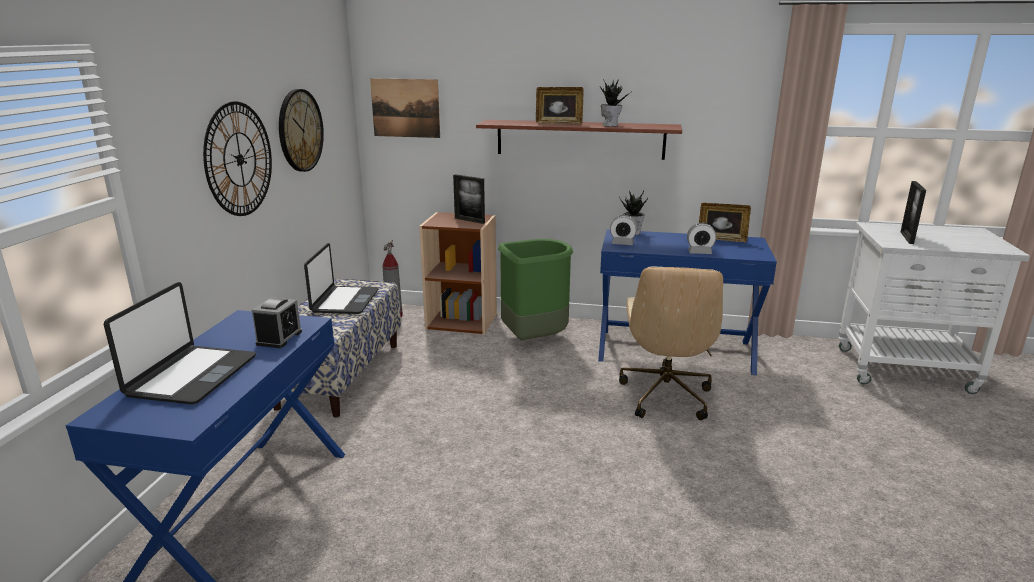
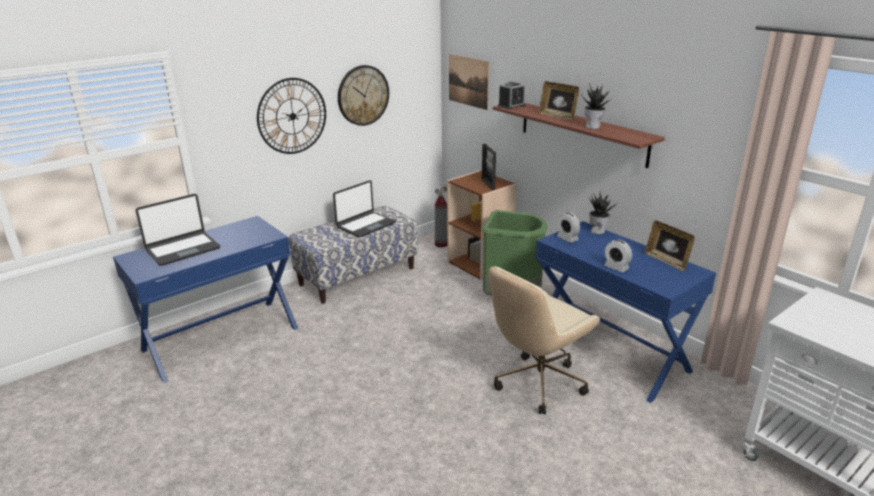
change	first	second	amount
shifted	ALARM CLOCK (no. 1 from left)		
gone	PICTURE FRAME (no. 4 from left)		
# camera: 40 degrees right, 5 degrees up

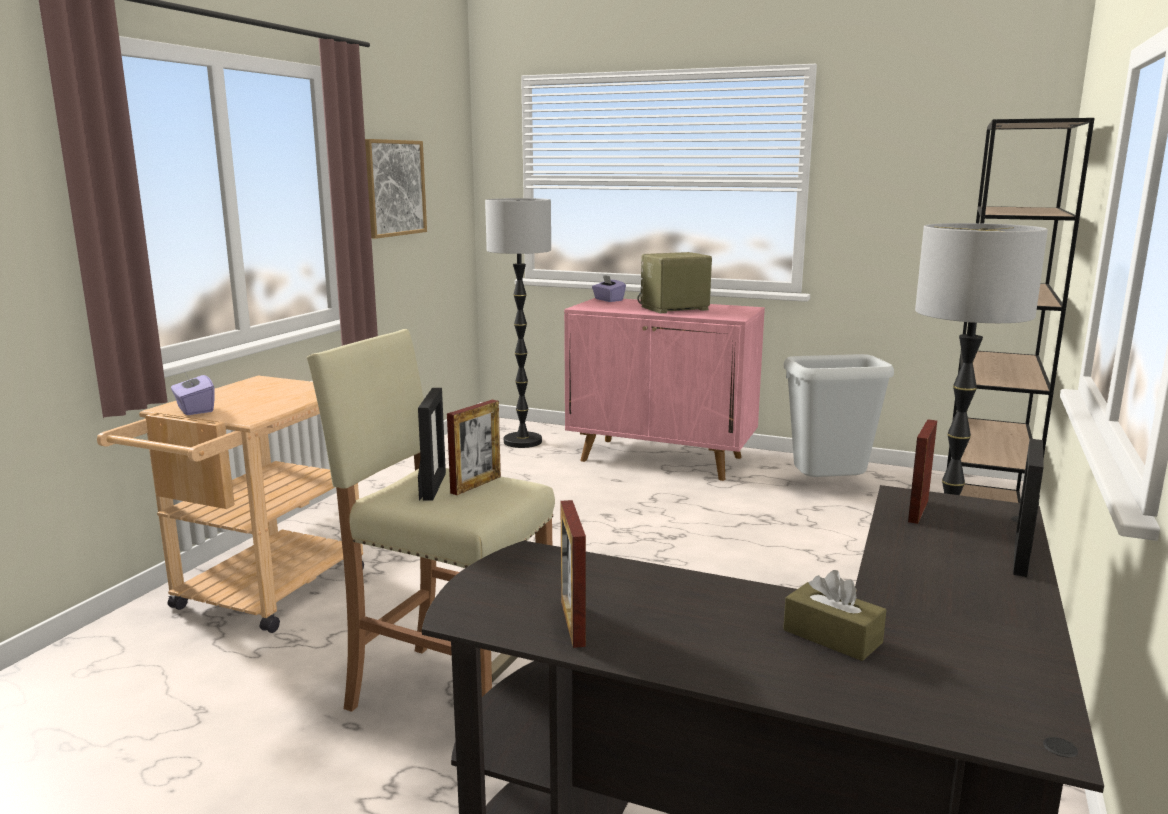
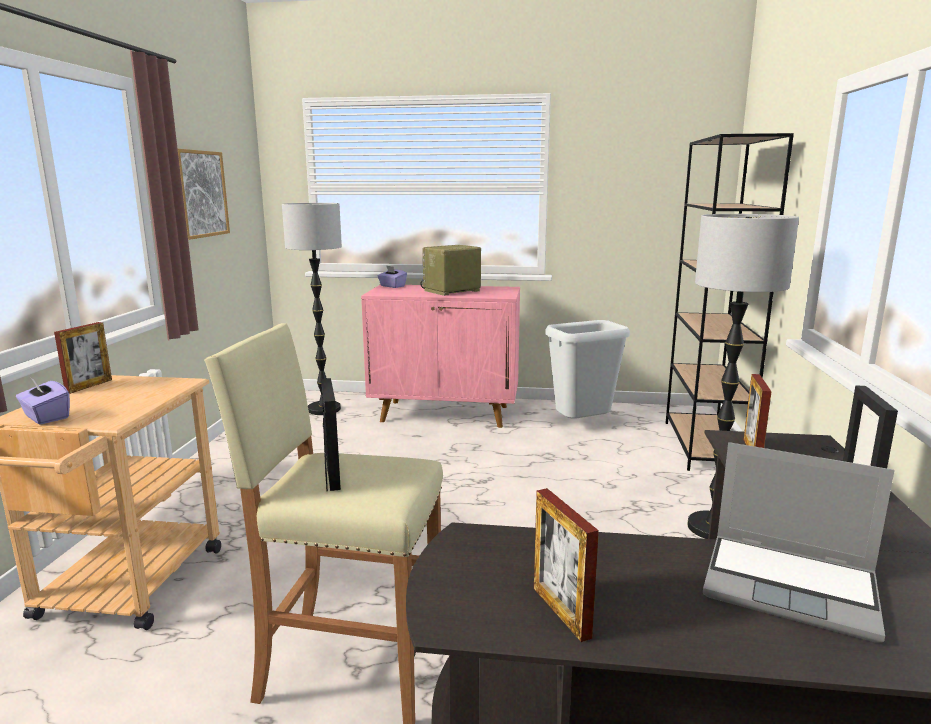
change	first	second	amount
shifted	PICTURE FRAME (no. 2 from left in the first image)	PICTURE FRAME (no. 1 from left)	
swapped	BROWN TISSUE BOX	LAPTOP	
# camera: 15 degrees left, 0 degrees up

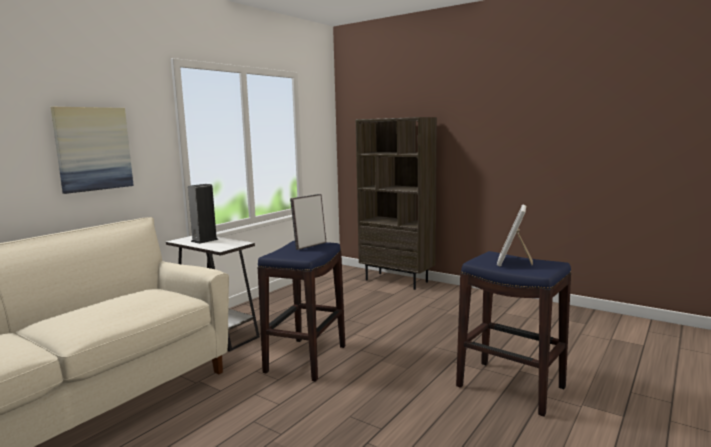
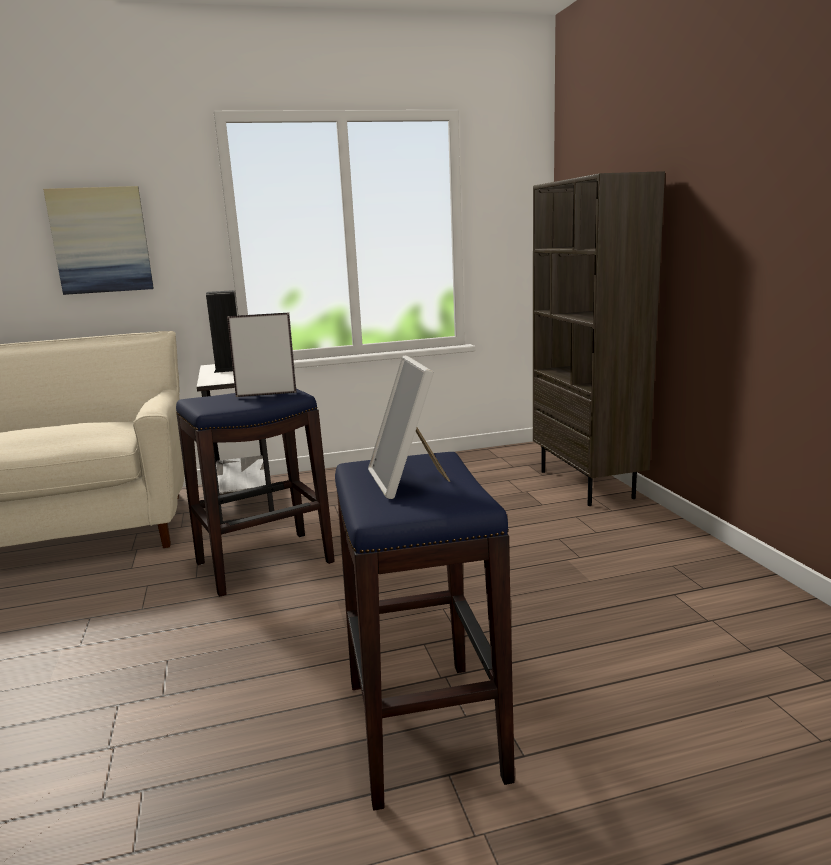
change	first	second	amount
rotated	PICTURE FRAME (no. 2 from left)		75 degrees counterclockwise
# camera: 40 degrees right, 5 degrees up

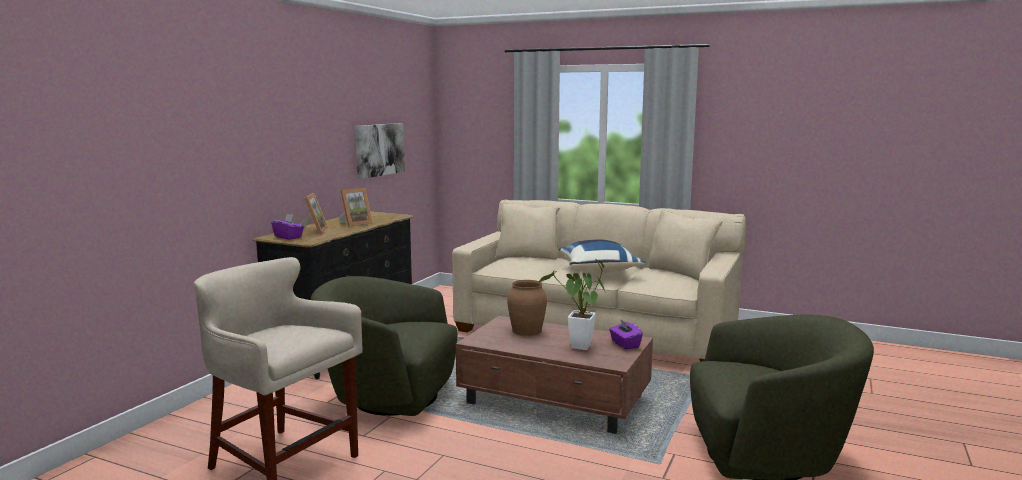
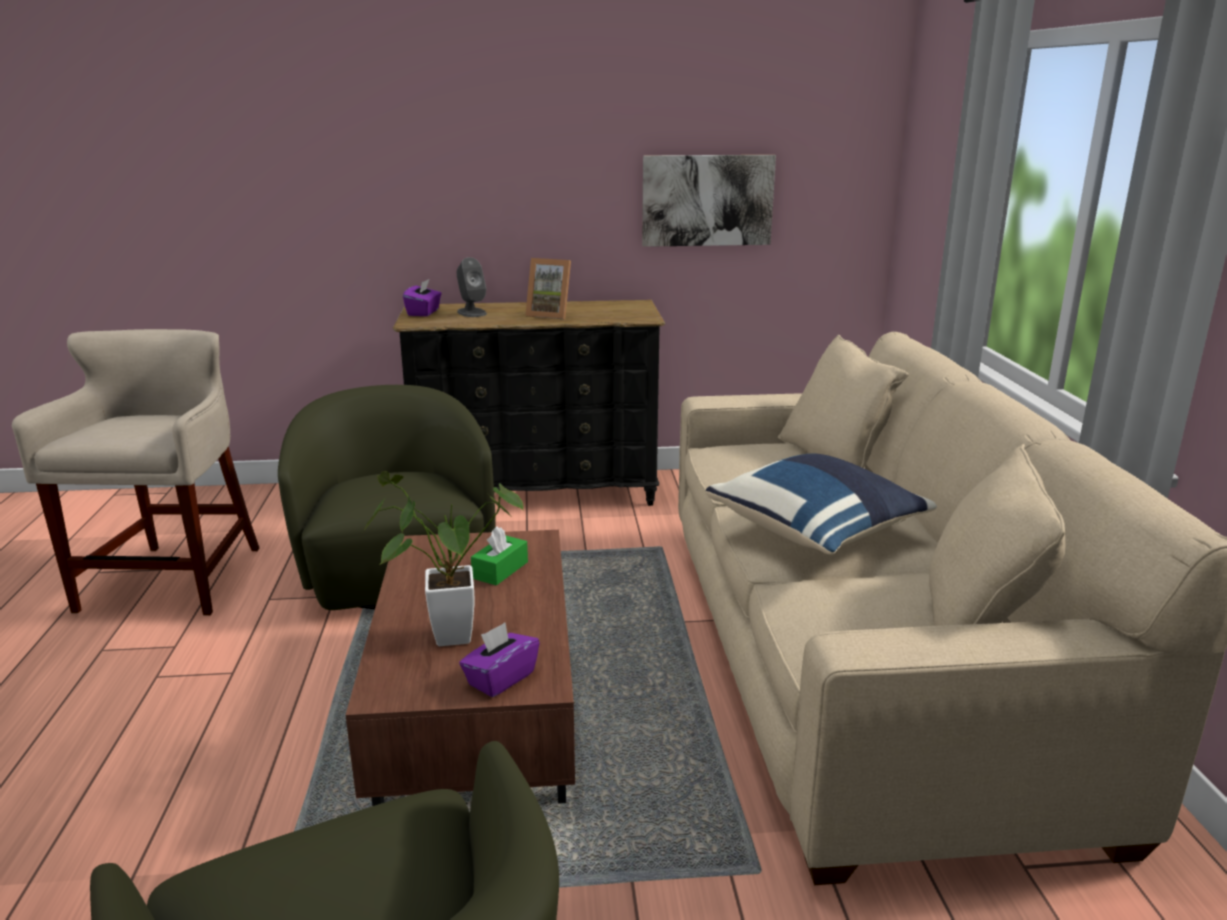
change	first	second	amount
swapped	PICTURE FRAME (no. 1 from left)	GREY SPEAKER	
swapped	BROWN VASE	GREEN TISSUE BOX	
# camera: 60 degrees right, 10 degrees up

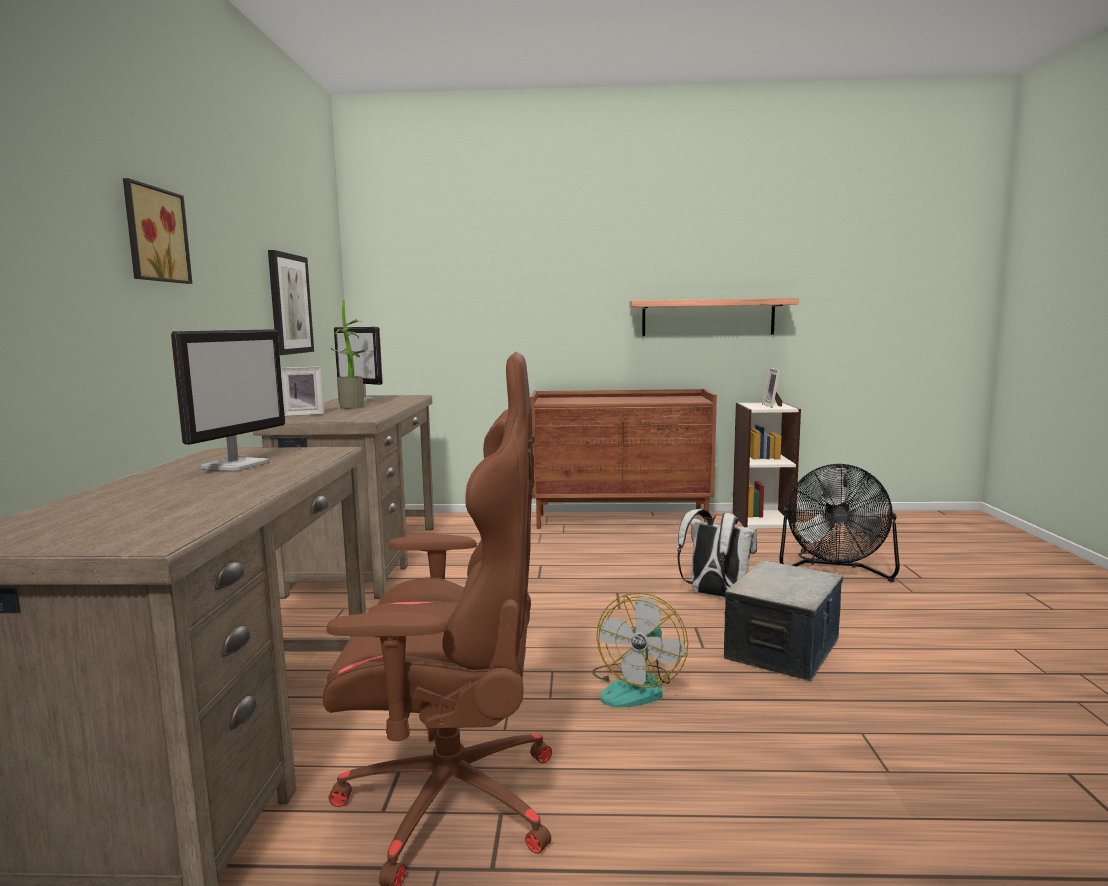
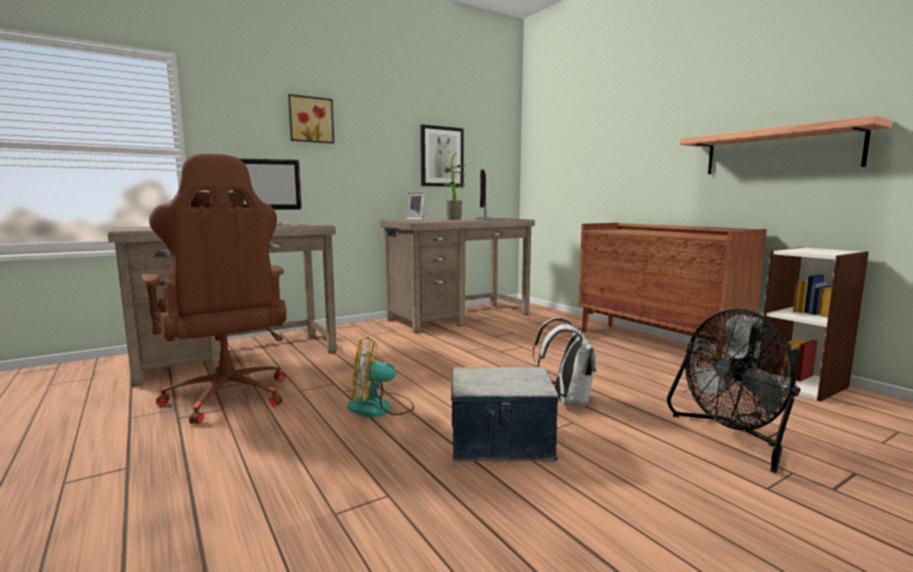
change	first	second	amount
gone	PICTURE FRAME (no. 2 from left)		
# camera: 55 degrees right, 0 degrees up

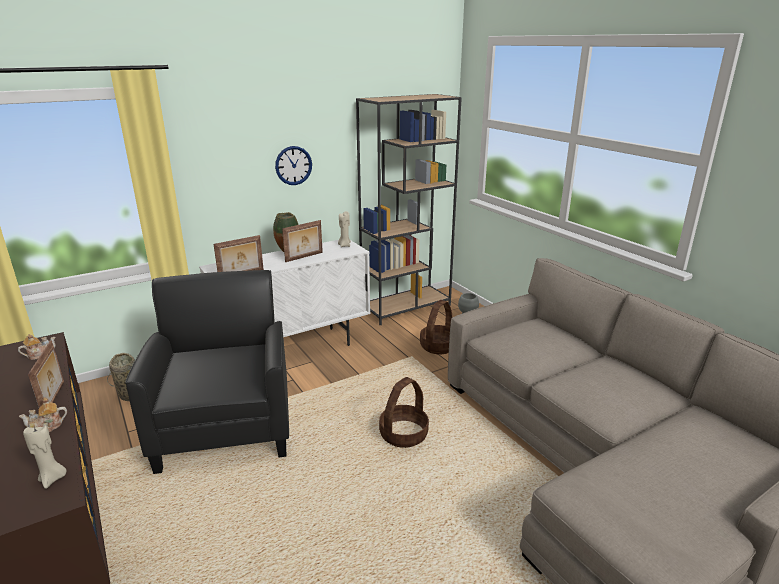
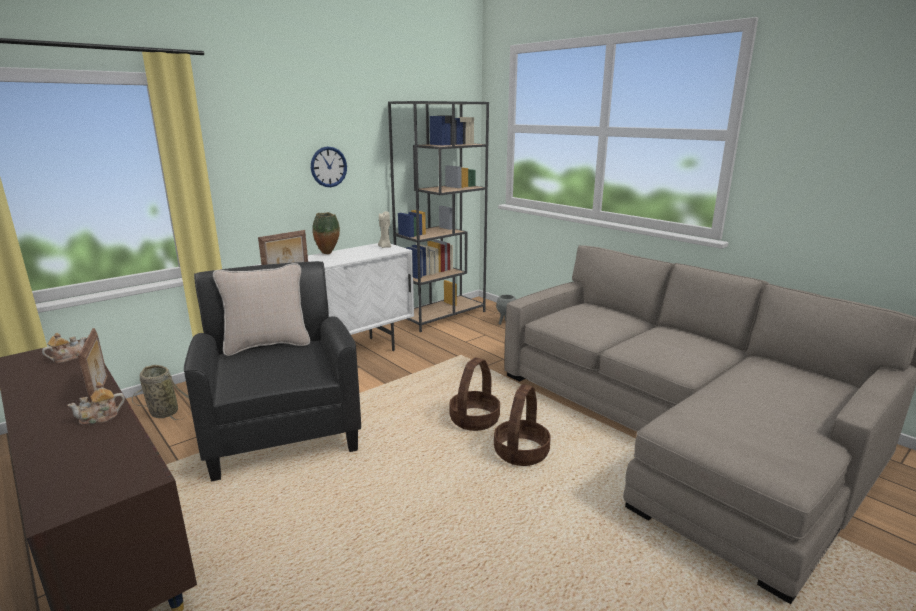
change	first	second	amount
new		BEIGE PILLOW	
shifted	BASKET (no. 3 from left)		
gone	BEIGE CANDLE (no. 1 from left)		
gone	PICTURE FRAME (no. 3 from left)		
# camera: 10 degrees left, 5 degrees down

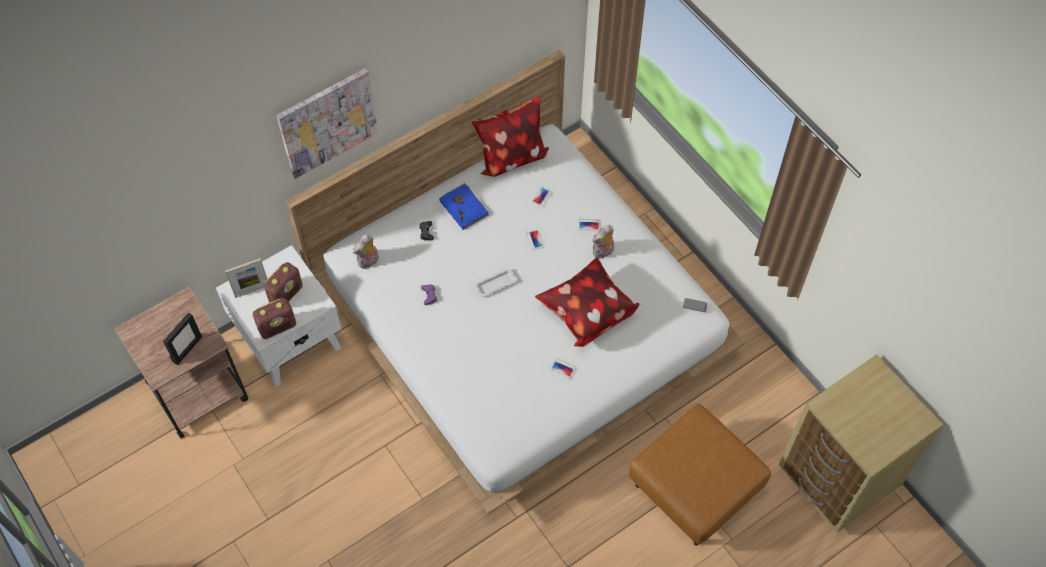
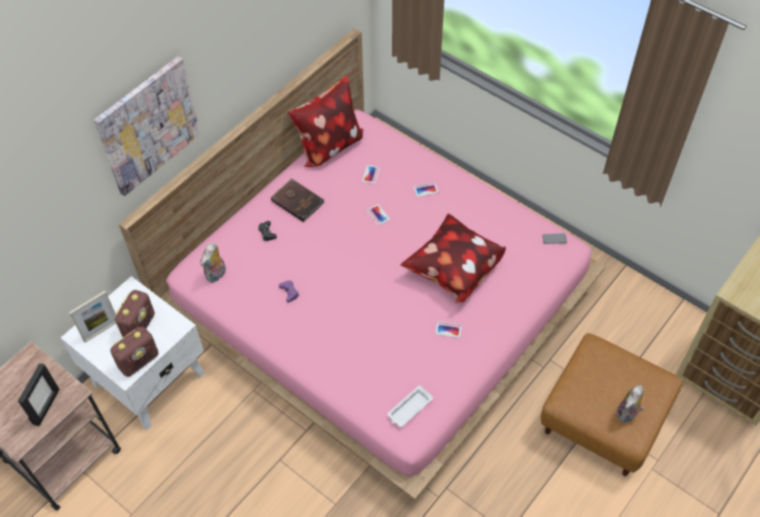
change	first	second	amount
repainted	WHITE BED	PINK BED	
repainted	BLUE BOOK	BROWN BOOK	
shifted	WHITE TRAY		
shifted	PLUSH TOY (no. 2 from left)		
# camera: 15 degrees left, 5 degrees down

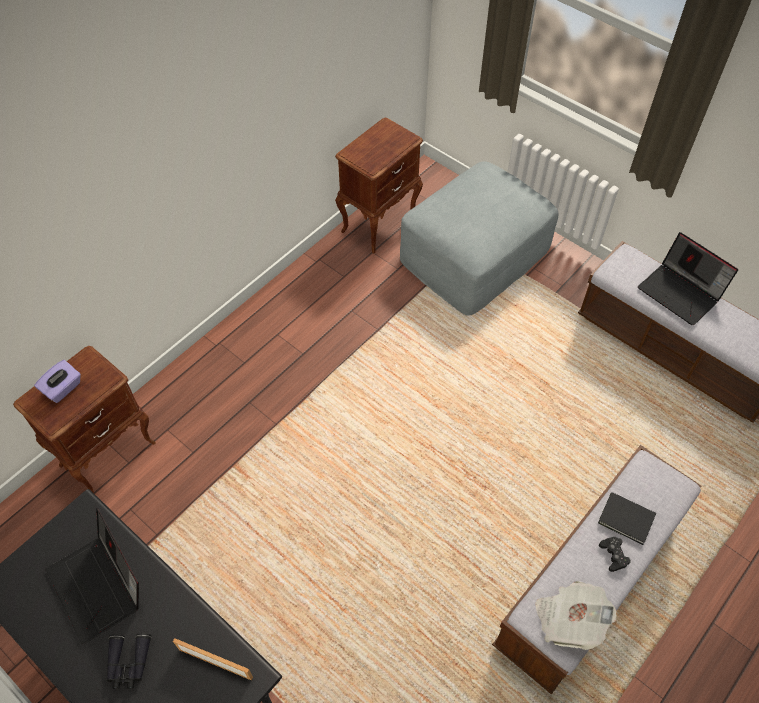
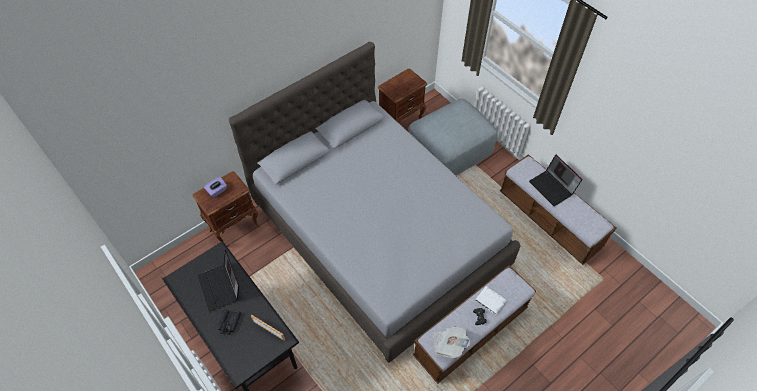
change	first	second	amount
new		GREY BED	
repainted	BLACK BOOK	WHITE BOOK	
# camera: 10 degrees right, 0 degrees up

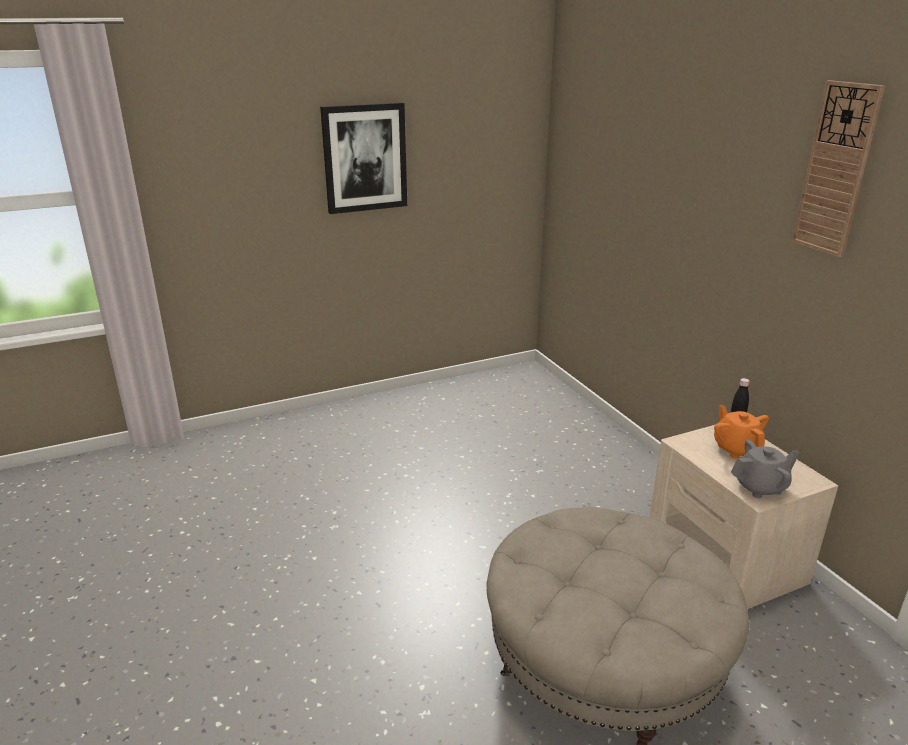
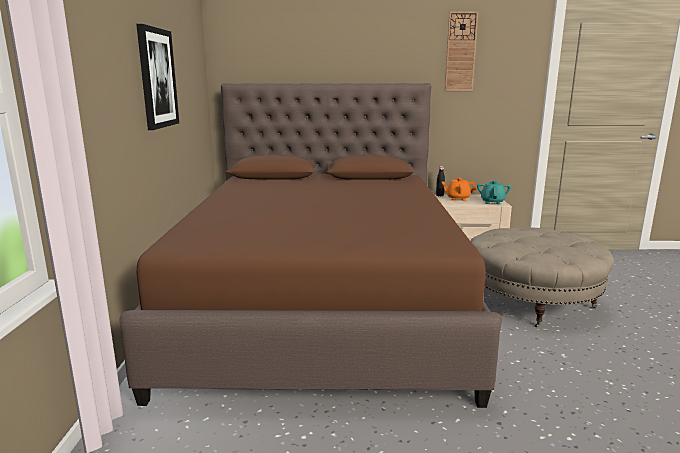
change	first	second	amount
new		BROWN BED	
repainted	GREY TEAPOT	TURQUOISE TEAPOT	
# camera: 65 degrees left, 10 degrees down

